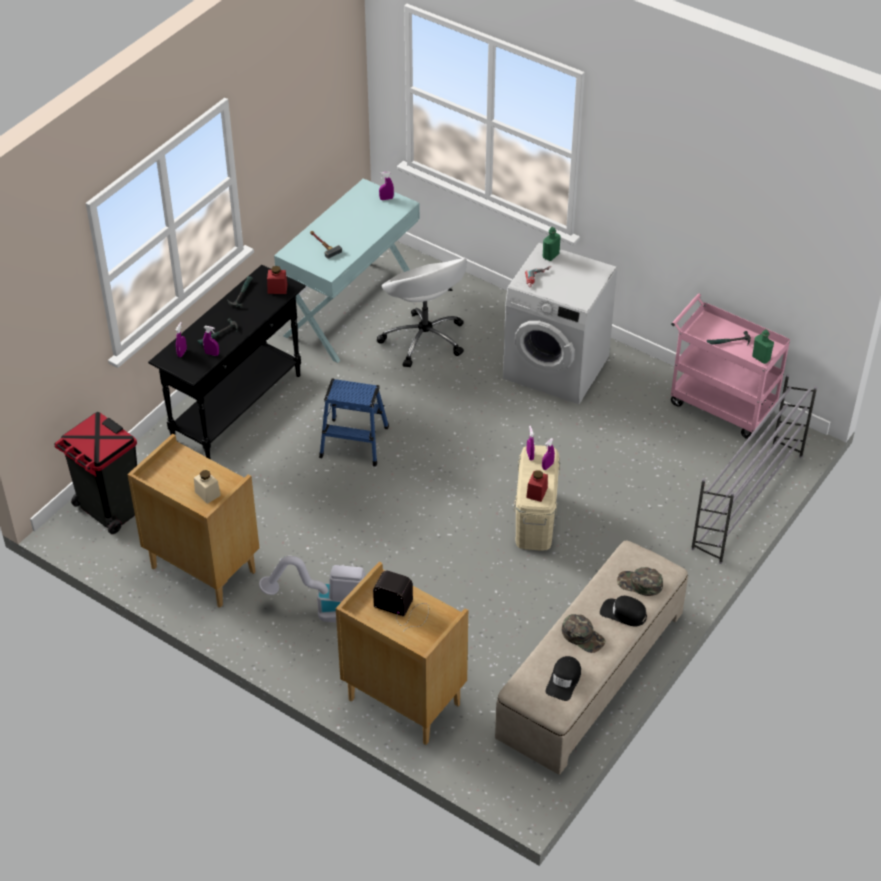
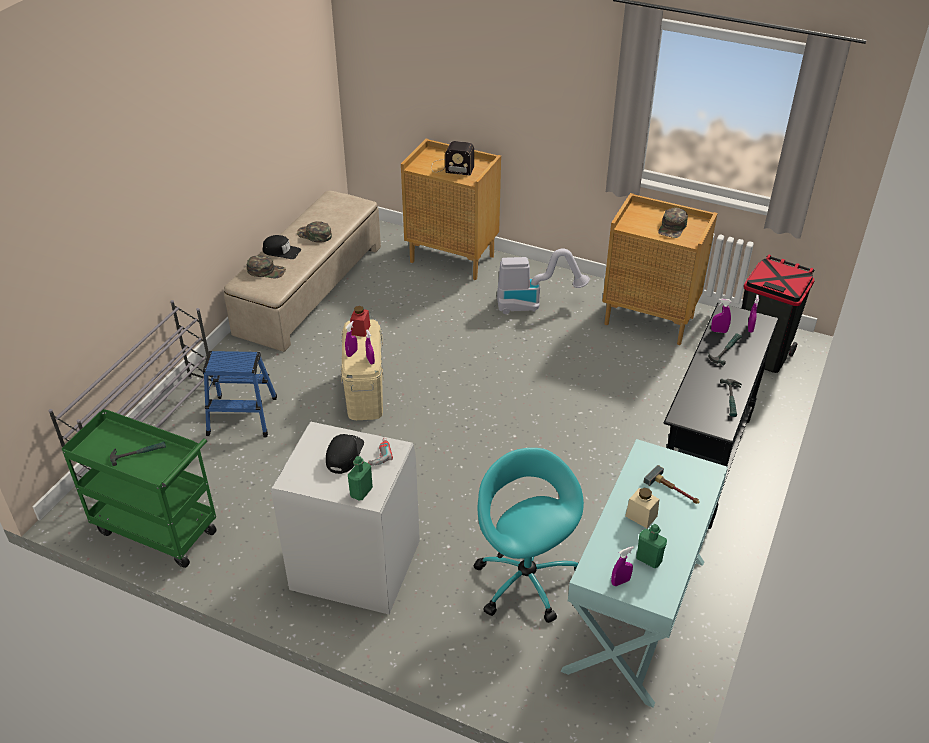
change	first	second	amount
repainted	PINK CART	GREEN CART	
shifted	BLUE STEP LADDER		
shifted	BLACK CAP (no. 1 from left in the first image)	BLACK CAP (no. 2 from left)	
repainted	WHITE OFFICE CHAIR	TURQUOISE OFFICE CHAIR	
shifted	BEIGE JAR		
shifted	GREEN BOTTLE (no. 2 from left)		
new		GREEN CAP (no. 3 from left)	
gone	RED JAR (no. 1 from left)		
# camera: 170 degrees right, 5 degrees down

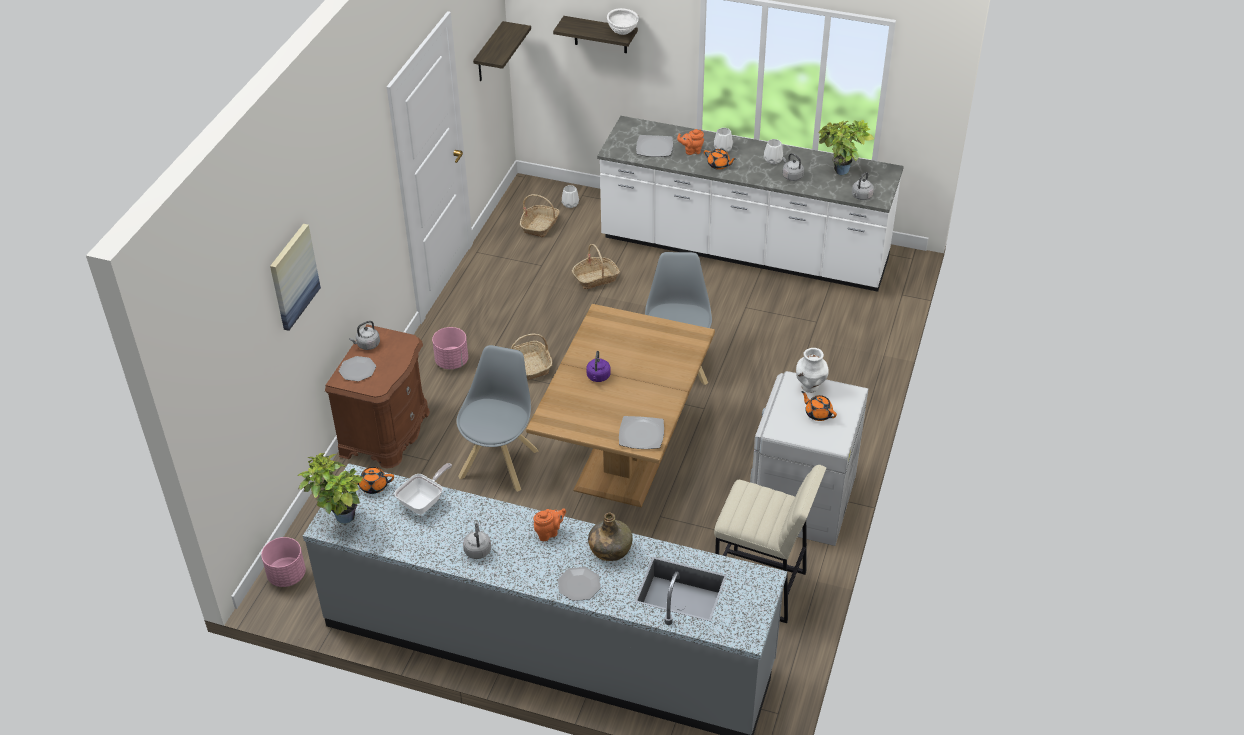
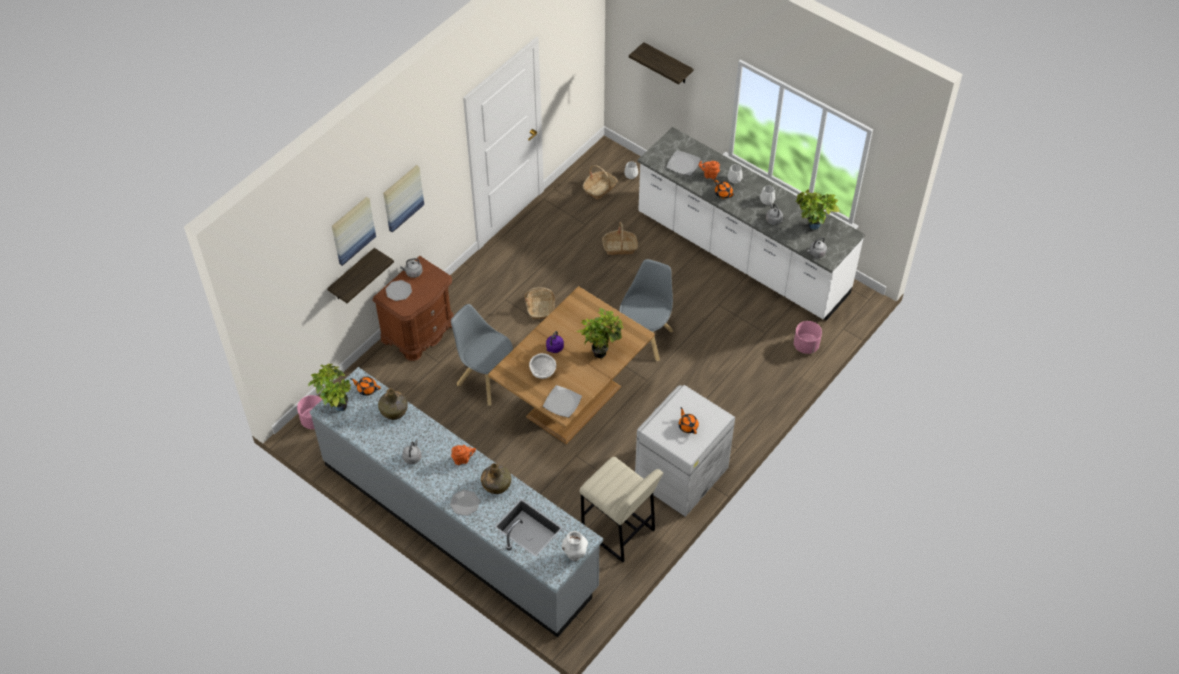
change	first	second	amount
shifted	SHELF (no. 1 from left)		
swapped	FRYING PAN	GREEN BOTTLE (no. 1 from left)	
new		PICTURE (no. 2 from left)	
rotated	GREY CHAIR (no. 1 from left)		90 degrees counterclockwise
shifted	WHITE BOWL		
shifted	WHITE VASE (no. 4 from left in the first image)	WHITE VASE (no. 1 from left)	
new		POTTED PLANT (no. 2 from left)	
shifted	PINK PLANTER (no. 2 from left)		
# camera: 20 degrees right, 10 degrees up

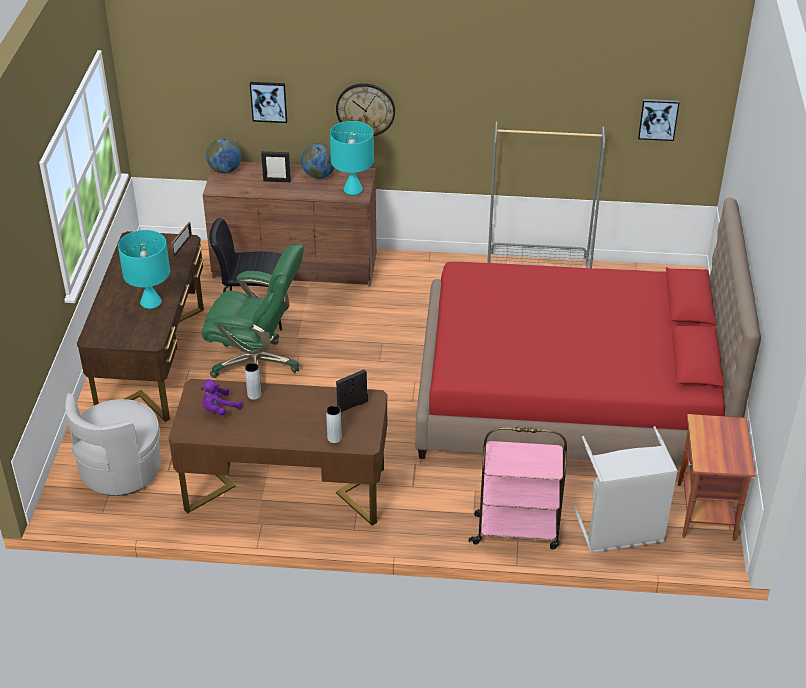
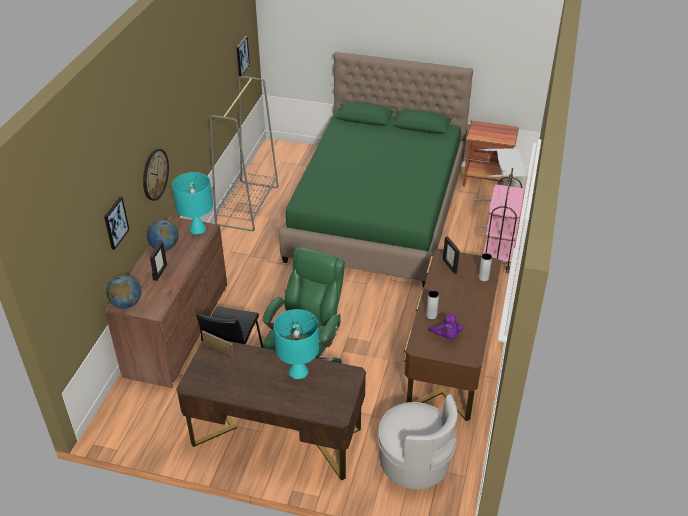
change	first	second	amount
repainted	RED BED	GREEN BED	
# camera: 80 degrees left, 0 degrees up

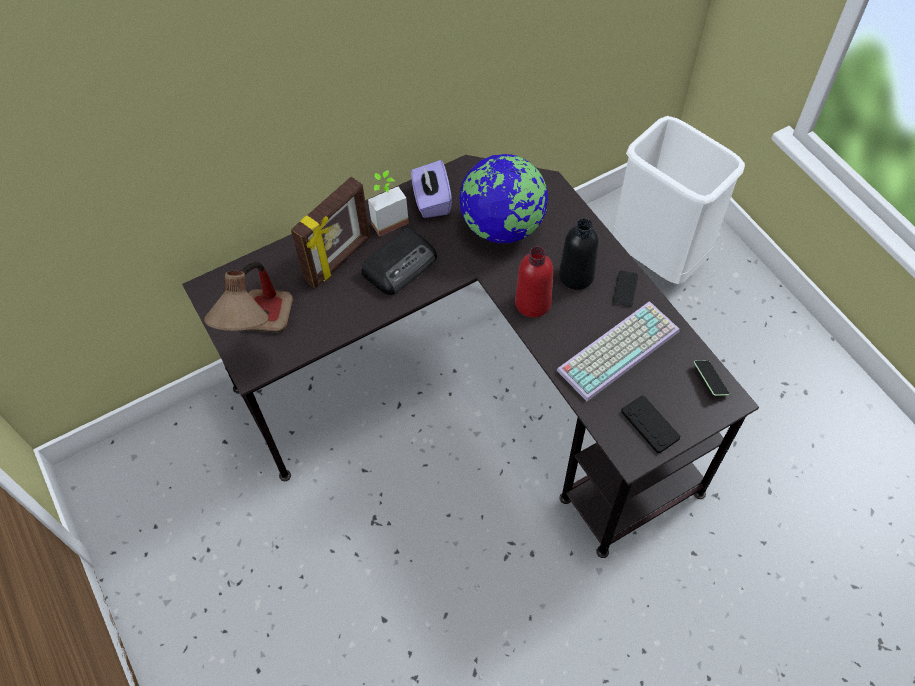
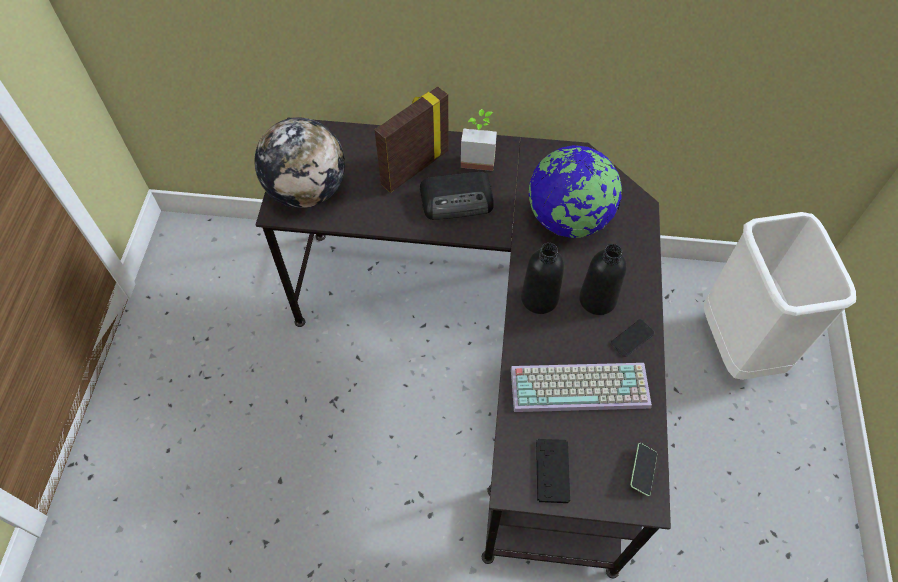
change	first	second	amount
swapped	TABLE LAMP	GLOBE (no. 1 from left)	
rotated	PICTURE FRAME		150 degrees clockwise
repainted	RED BOTTLE	BLACK BOTTLE (no. 1 from left)	
gone	PURPLE TISSUE BOX		
# camera: 35 degrees right, 0 degrees up

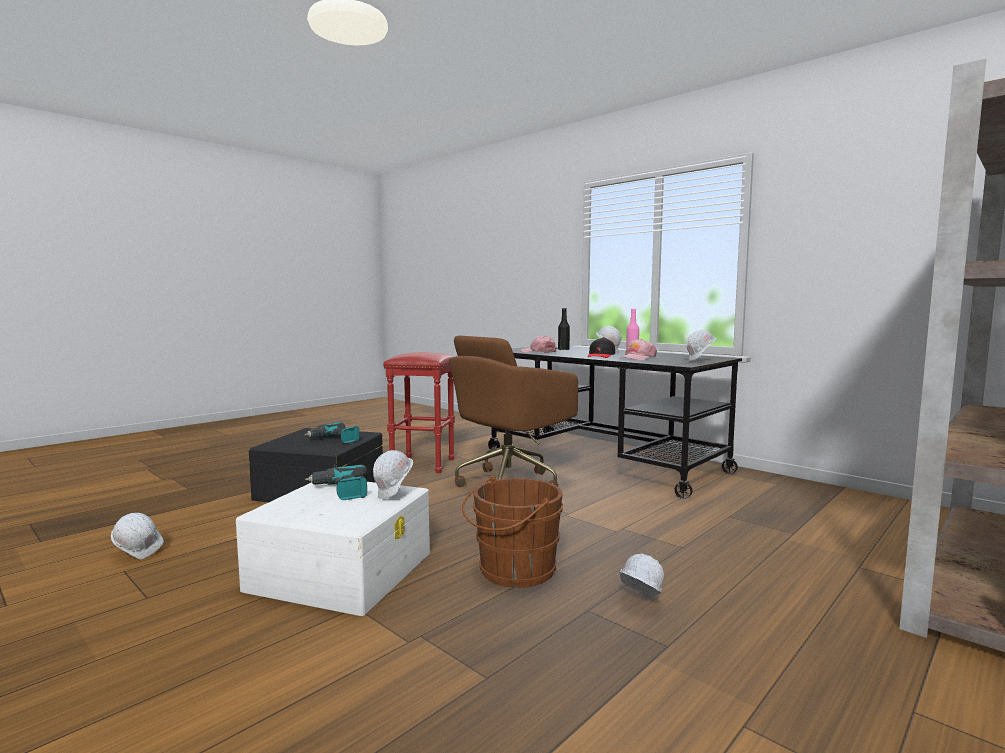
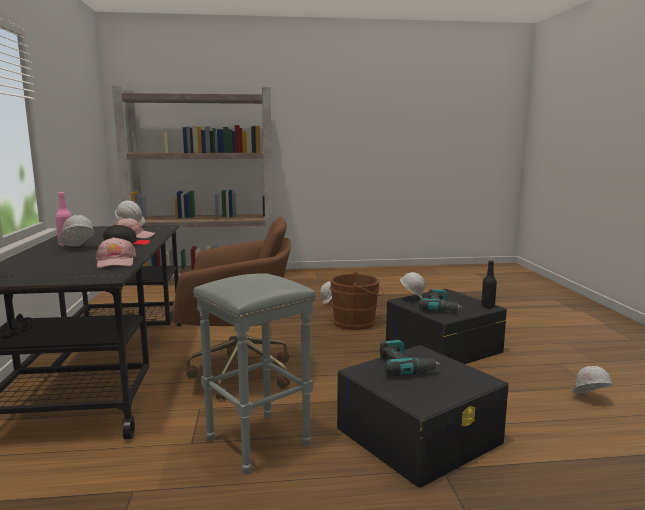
change	first	second	amount
repainted	RED STOOL	GREY STOOL	
repainted	WHITE STORAGE BOX	BLACK STORAGE BOX (no. 2 from left)	
shifted	BLACK BOTTLE		
# camera: 140 degrees left, 5 degrees up

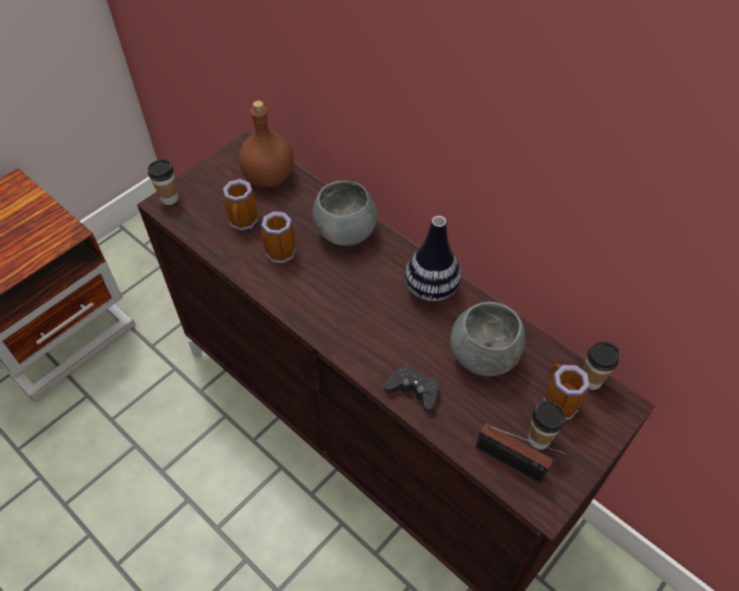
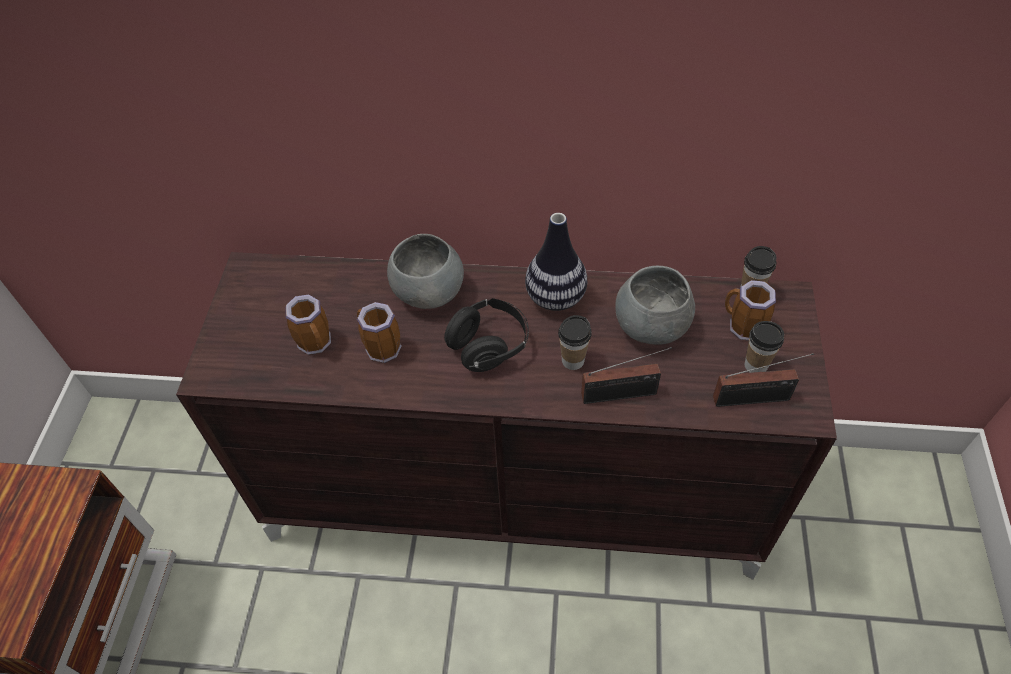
change	first	second	amount
new		BLACK HEADPHONES	
shifted	CUP (no. 1 from left)		
swapped	BLACK GAME CONTROLLER	RADIO (no. 1 from left)	
gone	BROWN BOTTLE		
# camera: 35 degrees left, 0 degrees up

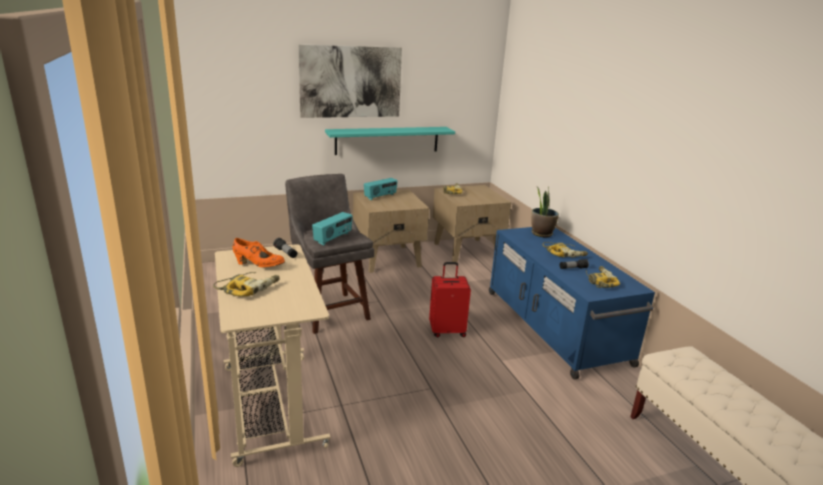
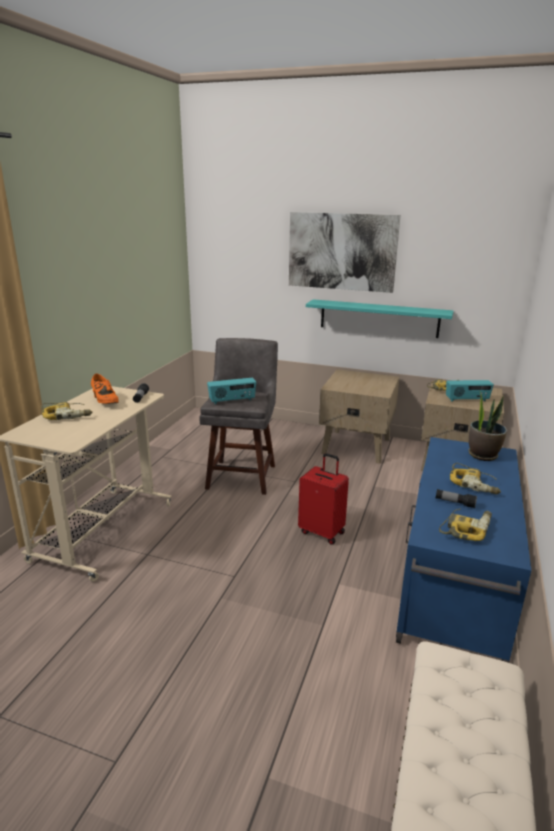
change	first	second	amount
shifted	RADIO (no. 2 from left)		
# camera: 40 degrees right, 0 degrees up

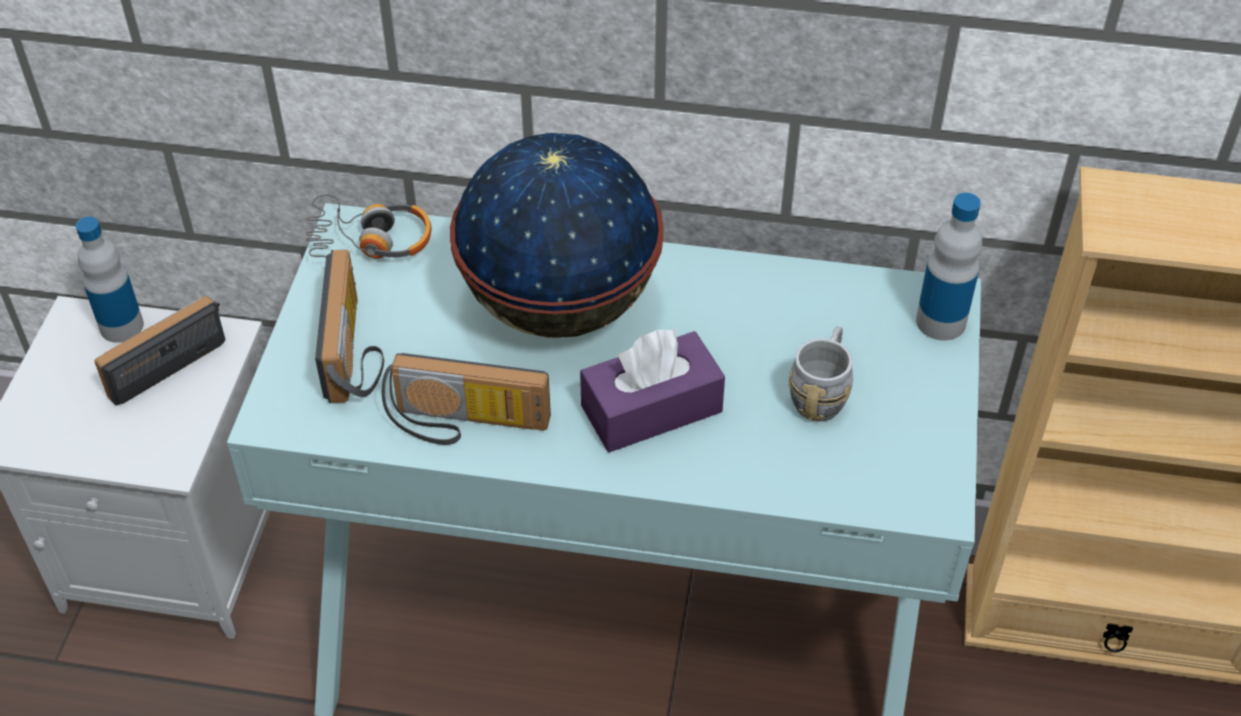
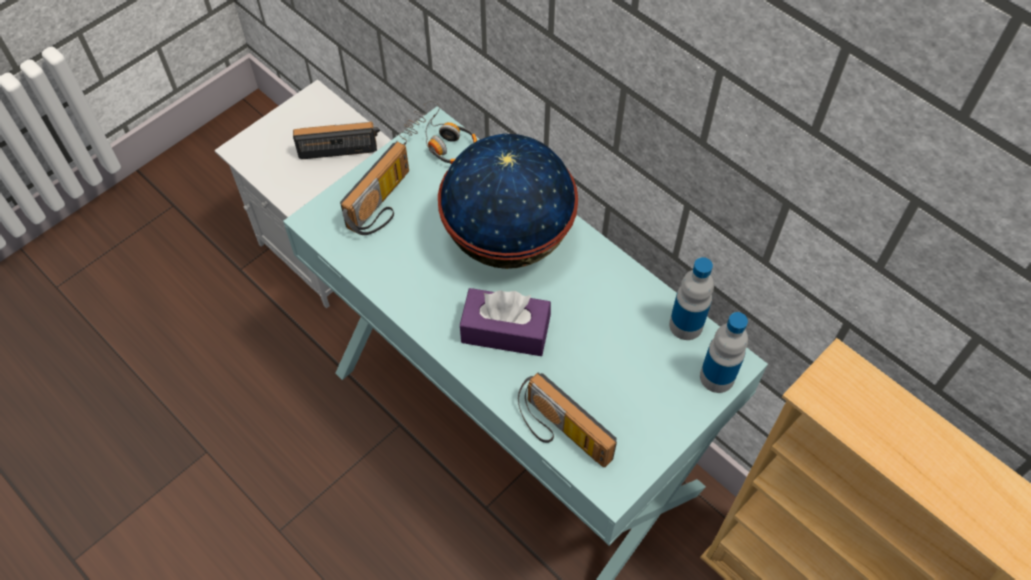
change	first	second	amount
shifted	RADIO (no. 3 from left)		
shifted	BOTTLE (no. 1 from left)		
gone	GREY MUG		
# camera: 35 degrees right, 10 degrees up

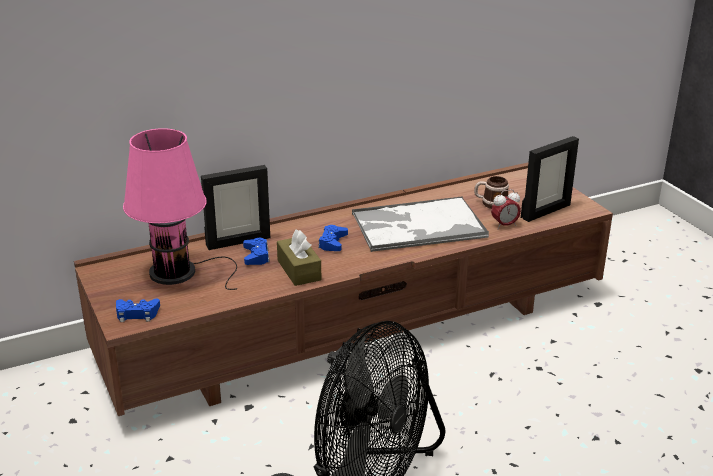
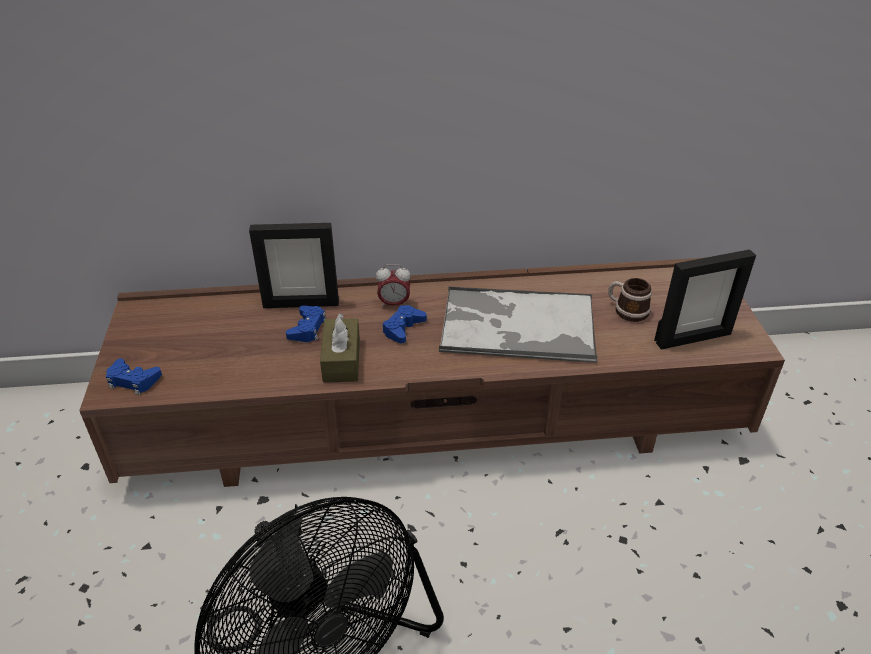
change	first	second	amount
shifted	ALARM CLOCK		
gone	PINK TABLE LAMP		
# camera: 20 degrees right, 10 degrees up

